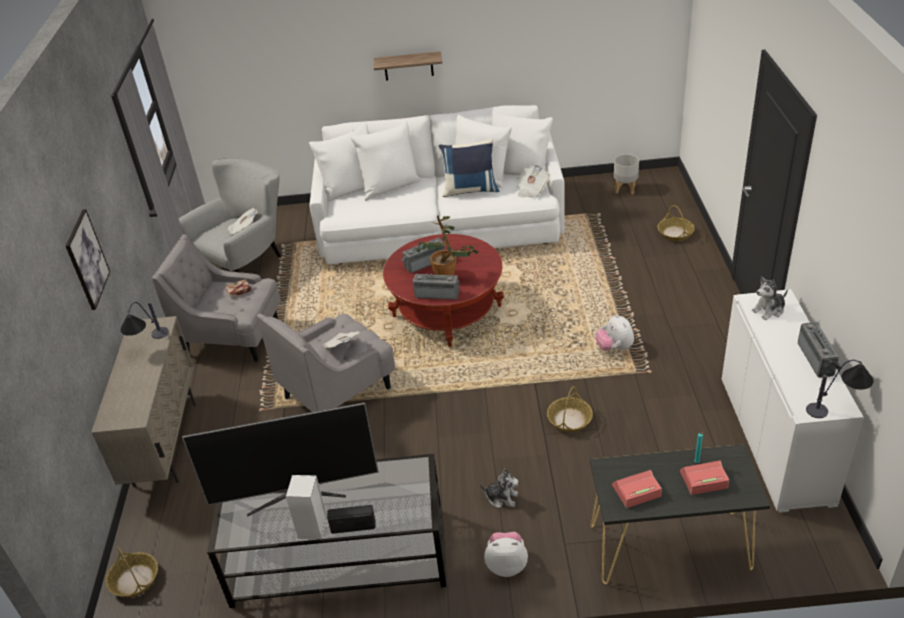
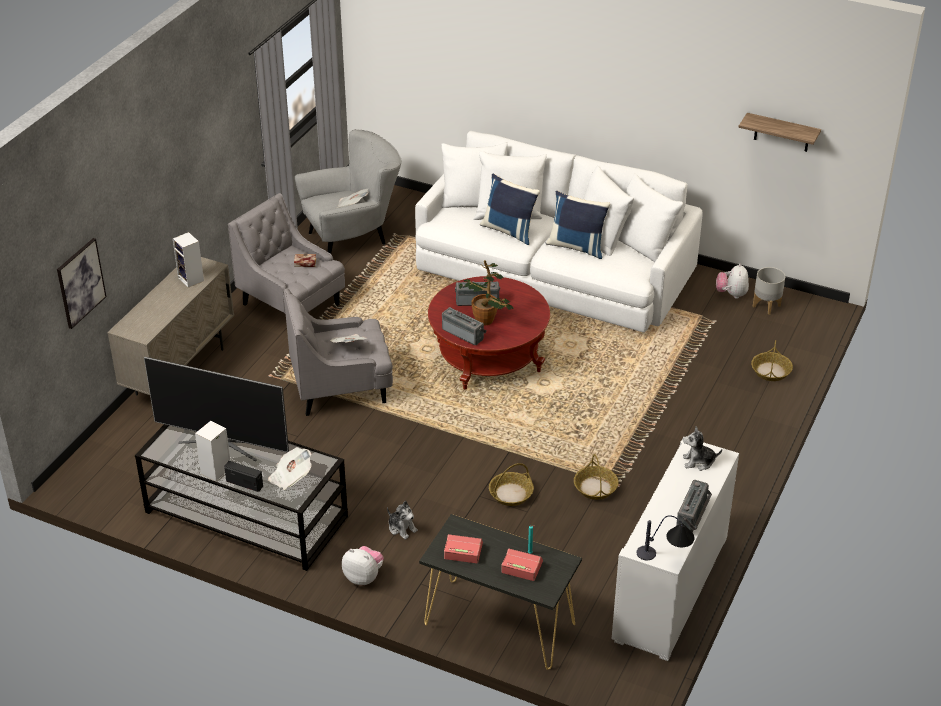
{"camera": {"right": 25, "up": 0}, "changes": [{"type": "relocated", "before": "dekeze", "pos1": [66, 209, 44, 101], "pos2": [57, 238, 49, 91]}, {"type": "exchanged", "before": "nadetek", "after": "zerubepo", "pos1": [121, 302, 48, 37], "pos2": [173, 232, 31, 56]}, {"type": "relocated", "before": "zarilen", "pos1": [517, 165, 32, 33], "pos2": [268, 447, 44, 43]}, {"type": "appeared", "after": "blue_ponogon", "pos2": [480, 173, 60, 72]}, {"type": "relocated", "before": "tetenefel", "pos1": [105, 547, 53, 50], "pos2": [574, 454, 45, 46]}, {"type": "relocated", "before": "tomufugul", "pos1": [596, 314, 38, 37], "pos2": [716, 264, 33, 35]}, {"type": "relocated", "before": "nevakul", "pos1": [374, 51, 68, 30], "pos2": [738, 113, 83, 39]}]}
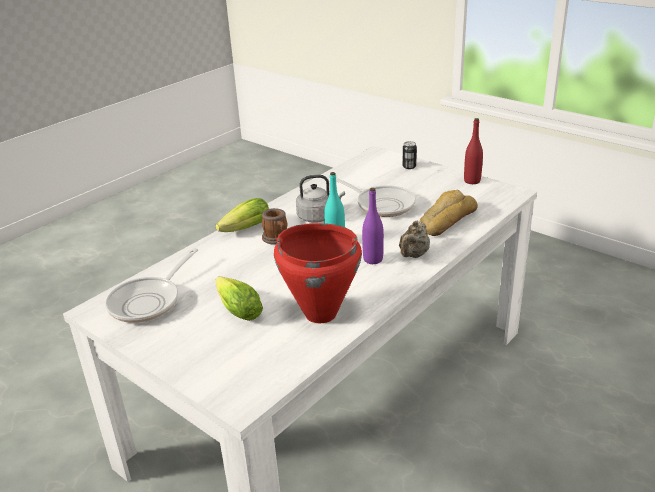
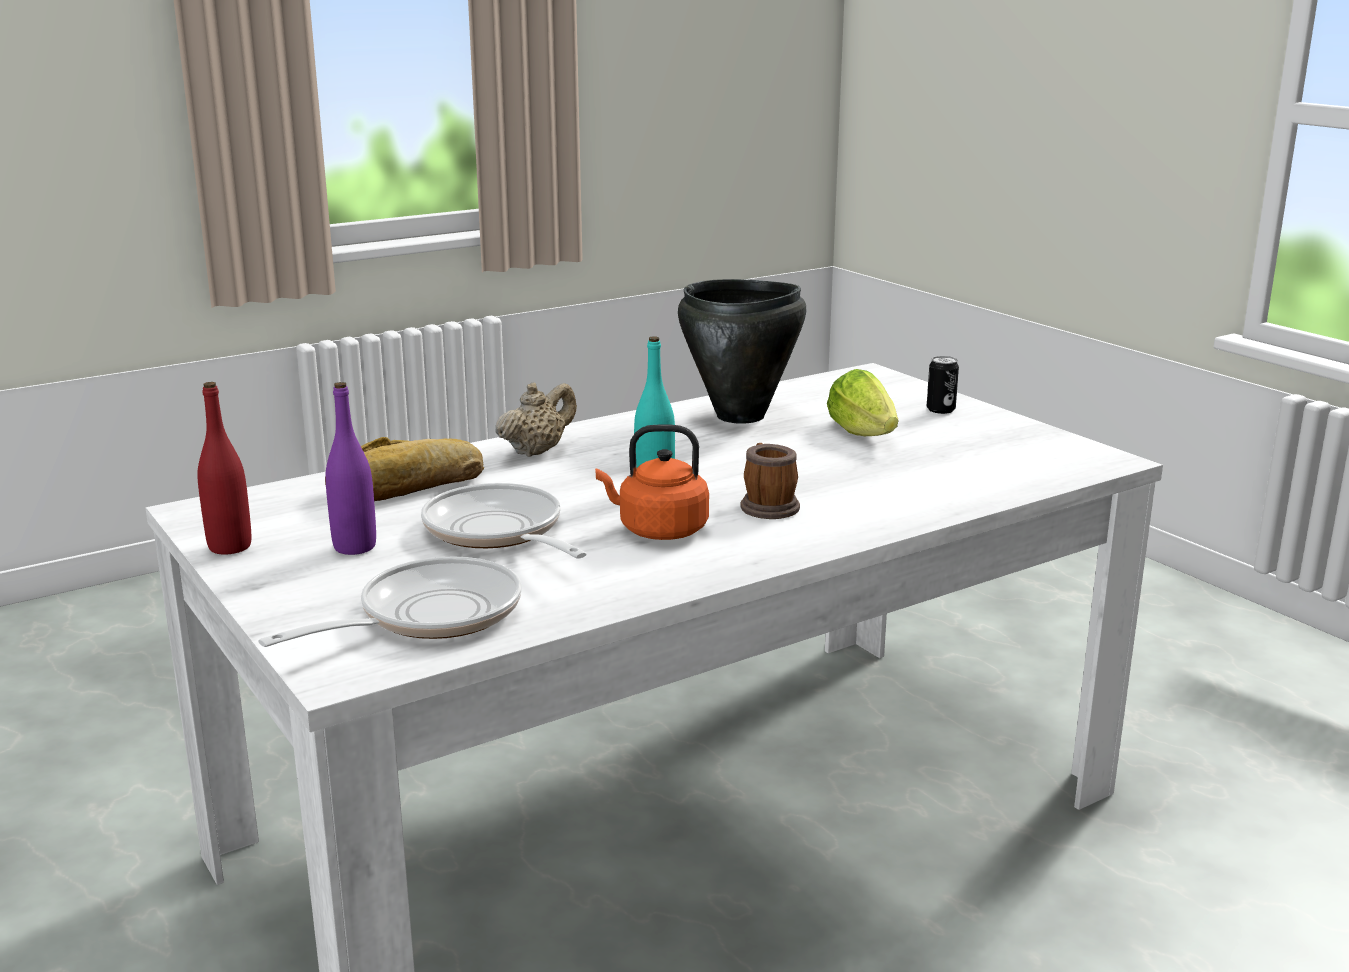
{"camera": {"right": -165, "up": -10}, "changes": [{"type": "relocated", "before": "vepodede", "pos1": [105, 248, 93, 75], "pos2": [258, 557, 263, 90]}, {"type": "relocated", "before": "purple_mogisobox", "pos1": [362, 188, 22, 76], "pos2": [325, 382, 51, 173]}, {"type": "colour", "before": "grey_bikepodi", "after": "orange_bikepodi", "pos1": [296, 175, 49, 48], "pos2": [595, 424, 114, 116]}, {"type": "colour", "before": "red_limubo", "after": "black_limubo", "pos1": [274, 223, 88, 100], "pos2": [678, 279, 129, 144]}, {"type": "relocated", "before": "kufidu", "pos1": [403, 141, 14, 28], "pos2": [927, 356, 32, 58]}, {"type": "missing", "before": "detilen", "pos1": [215, 198, 54, 34]}]}
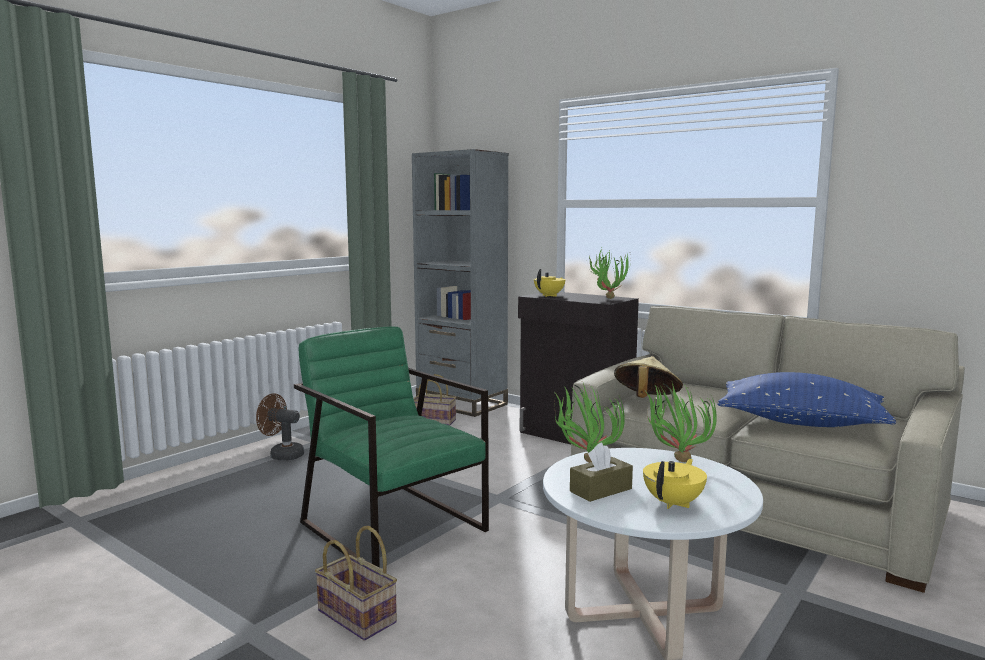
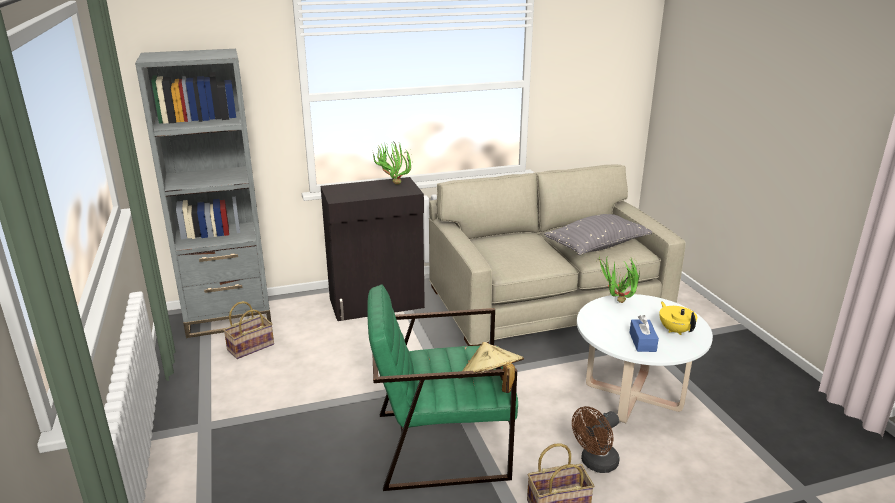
{"camera": {"right": -55, "up": 15}, "changes": [{"type": "relocated", "before": "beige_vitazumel", "pos1": [614, 356, 69, 42], "pos2": [459, 342, 65, 51]}, {"type": "colour", "before": "blue_ponogon", "after": "grey_ponogon", "pos1": [717, 372, 179, 55], "pos2": [544, 214, 108, 41]}, {"type": "relocated", "before": "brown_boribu", "pos1": [256, 393, 48, 67], "pos2": [572, 406, 48, 67]}, {"type": "colour", "before": "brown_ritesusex", "after": "blue_ritesusex", "pos1": [570, 442, 63, 60], "pos2": [629, 315, 30, 37]}, {"type": "missing", "before": "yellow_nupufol", "pos1": [534, 269, 31, 28]}, {"type": "missing", "before": "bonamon", "pos1": [554, 383, 71, 80]}]}
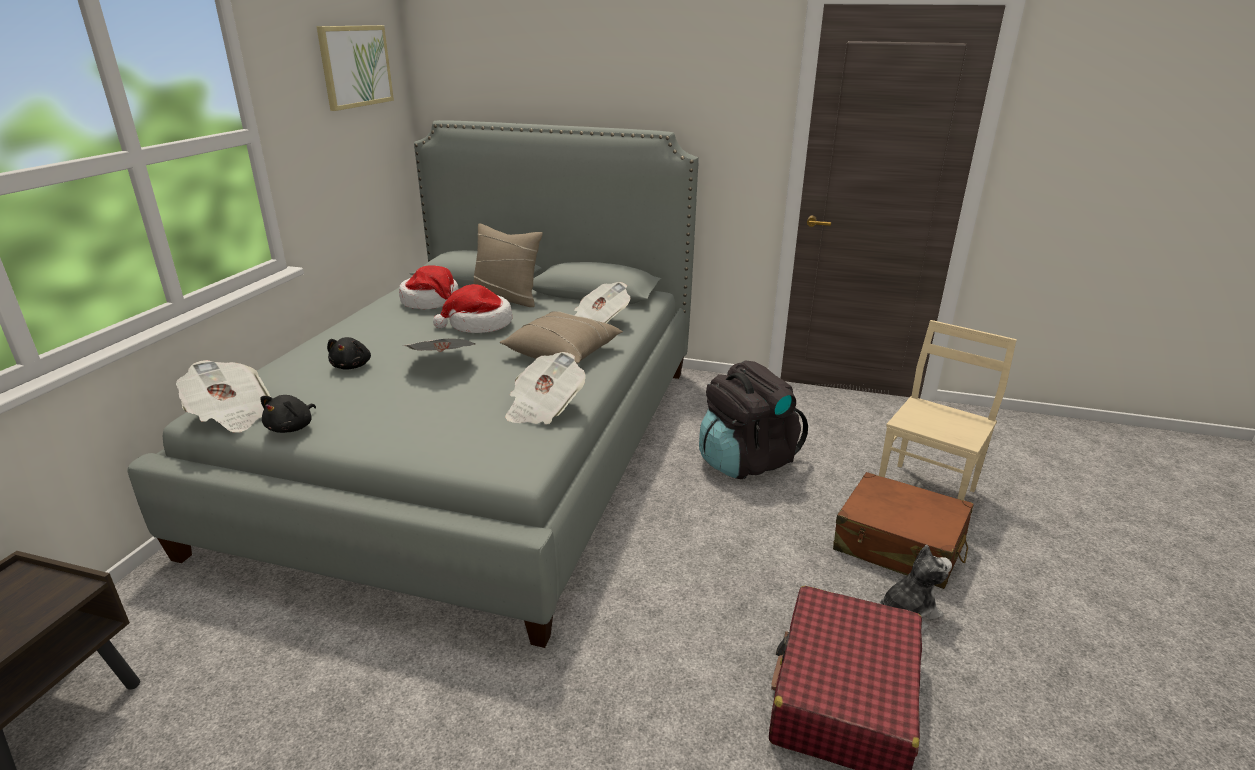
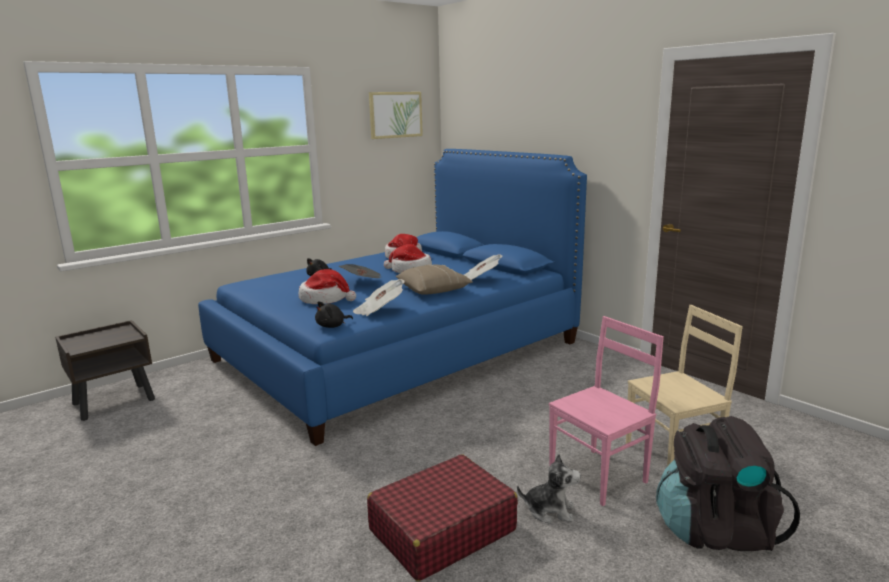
{"camera": {"right": 35, "up": -10}, "changes": [{"type": "colour", "before": "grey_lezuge", "after": "blue_lezuge", "pos1": [127, 120, 572, 528], "pos2": [198, 149, 389, 297]}, {"type": "appeared", "after": "vitazumel", "pos2": [299, 269, 57, 35]}, {"type": "relocated", "before": "black_tomufugul", "pos1": [261, 395, 55, 38], "pos2": [315, 302, 38, 26]}, {"type": "exchanged", "before": "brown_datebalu", "after": "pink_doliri", "pos1": [833, 472, 141, 117], "pos2": [549, 316, 115, 190]}, {"type": "relocated", "before": "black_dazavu", "pos1": [699, 360, 109, 119], "pos2": [656, 416, 144, 135]}, {"type": "missing", "before": "zarilen", "pos1": [176, 360, 95, 73]}, {"type": "missing", "before": "beige_ponogon", "pos1": [473, 223, 70, 84]}]}
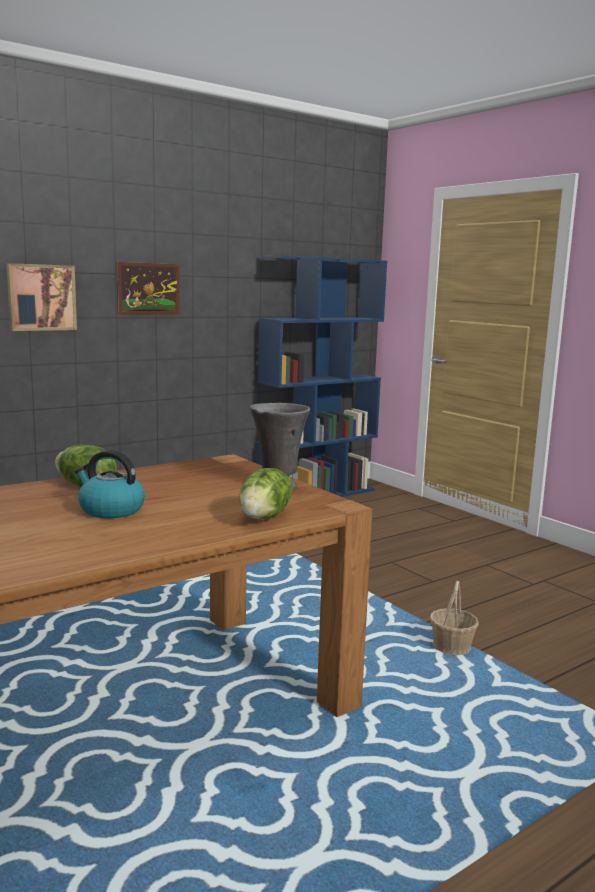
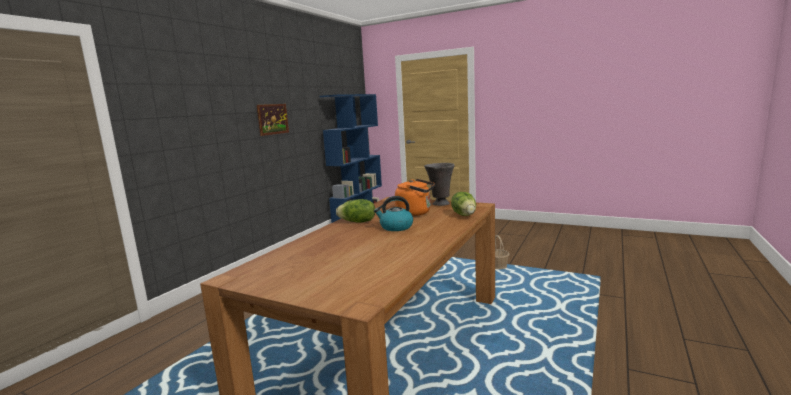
{"camera": {"right": -25, "up": 0}, "changes": [{"type": "appeared", "after": "orange_bikepodi", "pos2": [395, 179, 40, 37]}, {"type": "missing", "before": "dekeze", "pos1": [6, 263, 71, 68]}]}
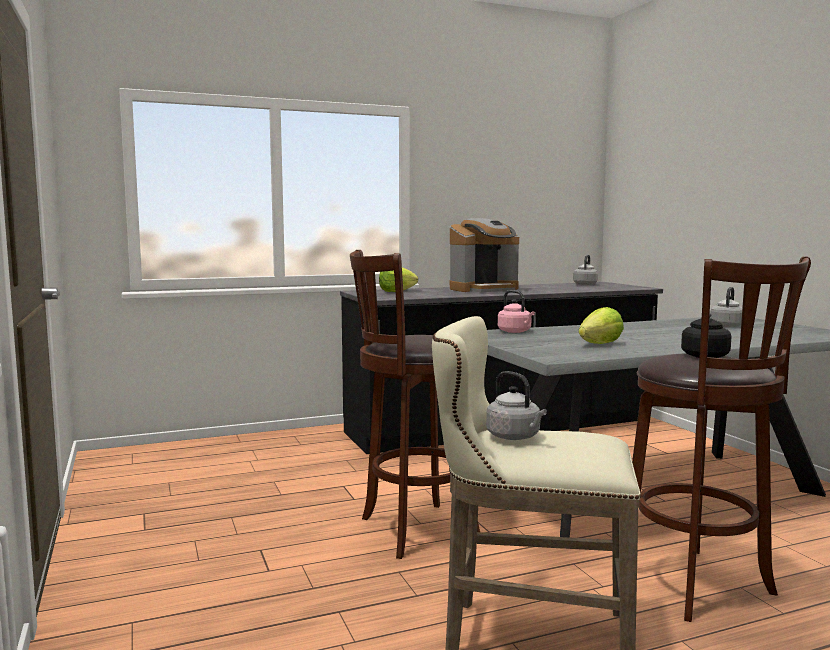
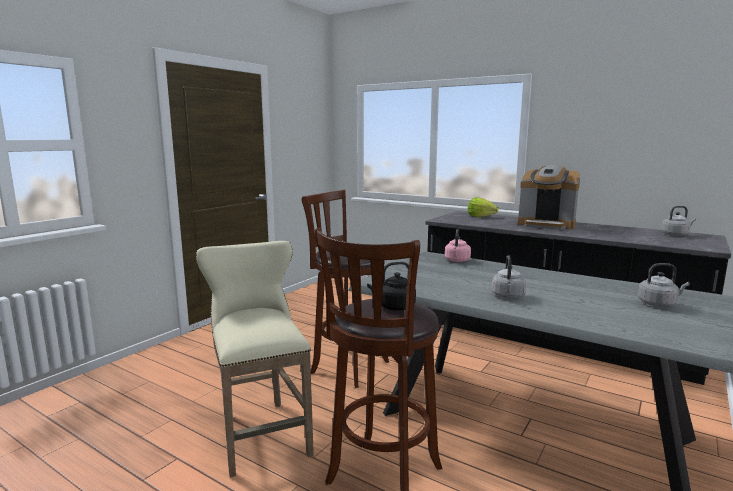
{"camera": {"right": 55, "up": 5}, "changes": [{"type": "relocated", "before": "grey_bikepodi", "pos1": [486, 371, 61, 69], "pos2": [492, 255, 34, 44]}, {"type": "missing", "before": "detilen", "pos1": [579, 307, 45, 37]}]}
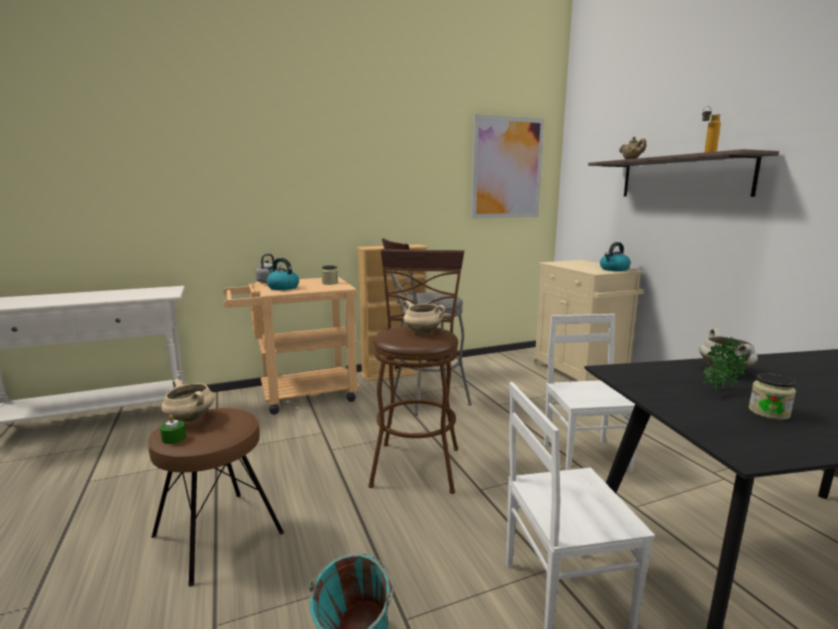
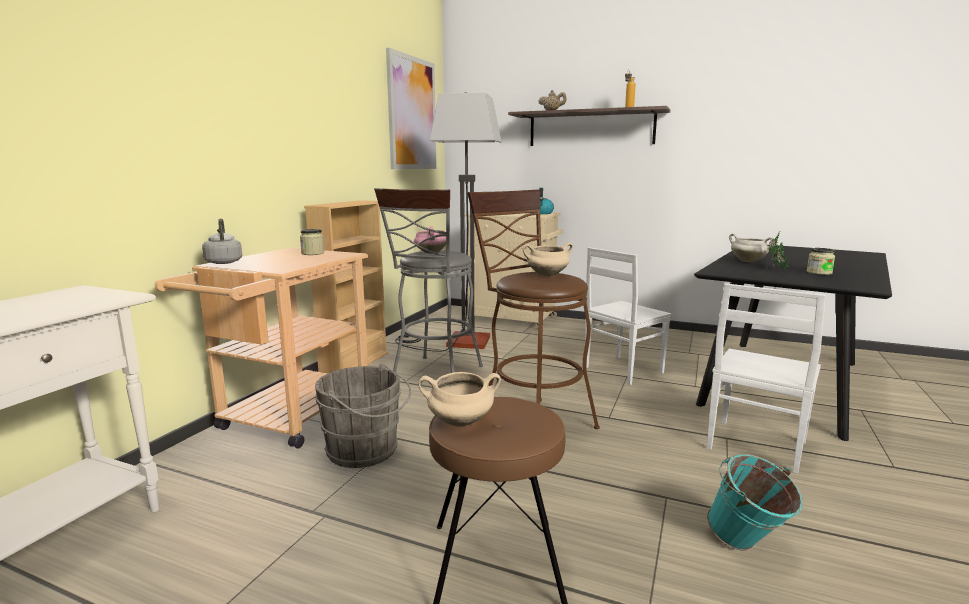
{"camera": {"right": -45, "up": 0}, "changes": [{"type": "appeared", "after": "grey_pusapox", "pos2": [315, 363, 96, 105]}, {"type": "appeared", "after": "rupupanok", "pos2": [395, 92, 107, 260]}, {"type": "appeared", "after": "pink_limubo", "pos2": [414, 226, 32, 28]}, {"type": "spun", "before": "white_doliri", "pos1": [544, 314, 93, 158], "pos2": [585, 247, 86, 138], "turn": -75}, {"type": "missing", "before": "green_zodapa", "pos1": [160, 415, 26, 29]}, {"type": "missing", "before": "bikepodi", "pos1": [267, 258, 32, 32]}]}
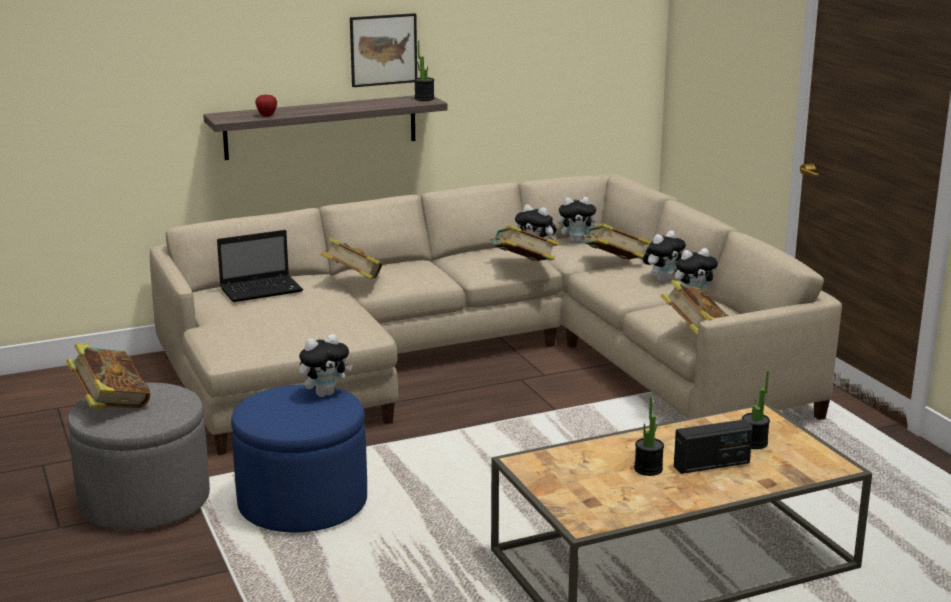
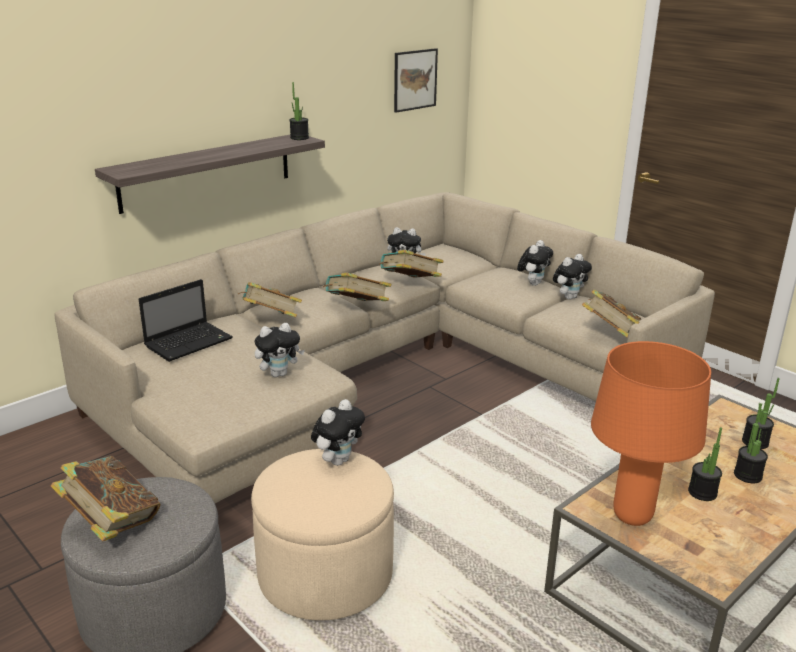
{"camera": {"right": -20, "up": 5}, "changes": [{"type": "colour", "before": "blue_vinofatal", "after": "beige_vinofatal", "pos1": [231, 384, 136, 148], "pos2": [251, 449, 143, 172]}, {"type": "relocated", "before": "tomufugul", "pos1": [558, 197, 42, 46], "pos2": [255, 323, 50, 54]}, {"type": "relocated", "before": "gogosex", "pos1": [582, 223, 69, 36], "pos2": [323, 273, 68, 28]}, {"type": "relocated", "before": "dekeze", "pos1": [350, 13, 67, 74], "pos2": [394, 48, 44, 65]}, {"type": "appeared", "after": "orange_nadetek", "pos2": [591, 341, 120, 185]}, {"type": "exchanged", "before": "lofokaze", "after": "bonamon", "pos1": [674, 419, 79, 55], "pos2": [734, 403, 34, 80]}, {"type": "missing", "before": "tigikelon", "pos1": [255, 95, 22, 22]}]}
